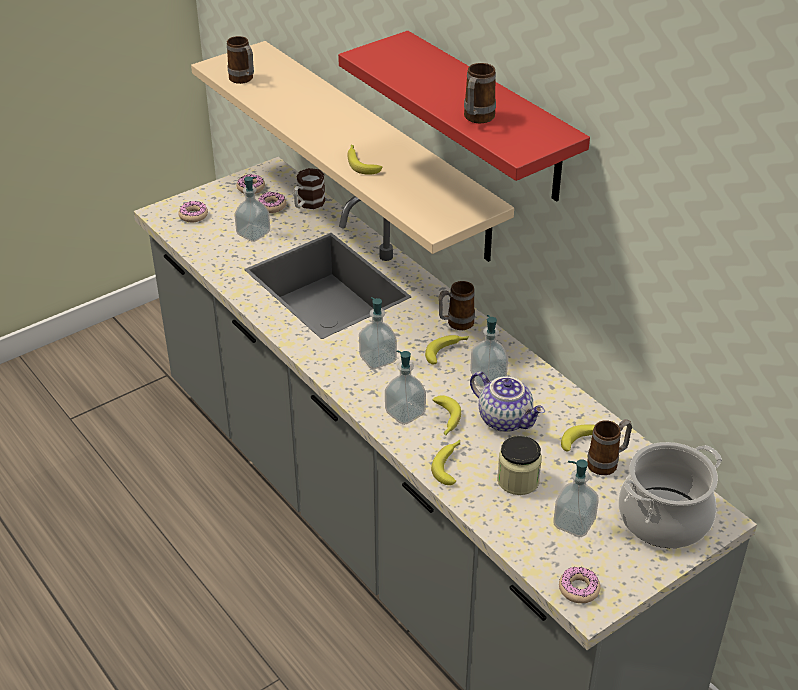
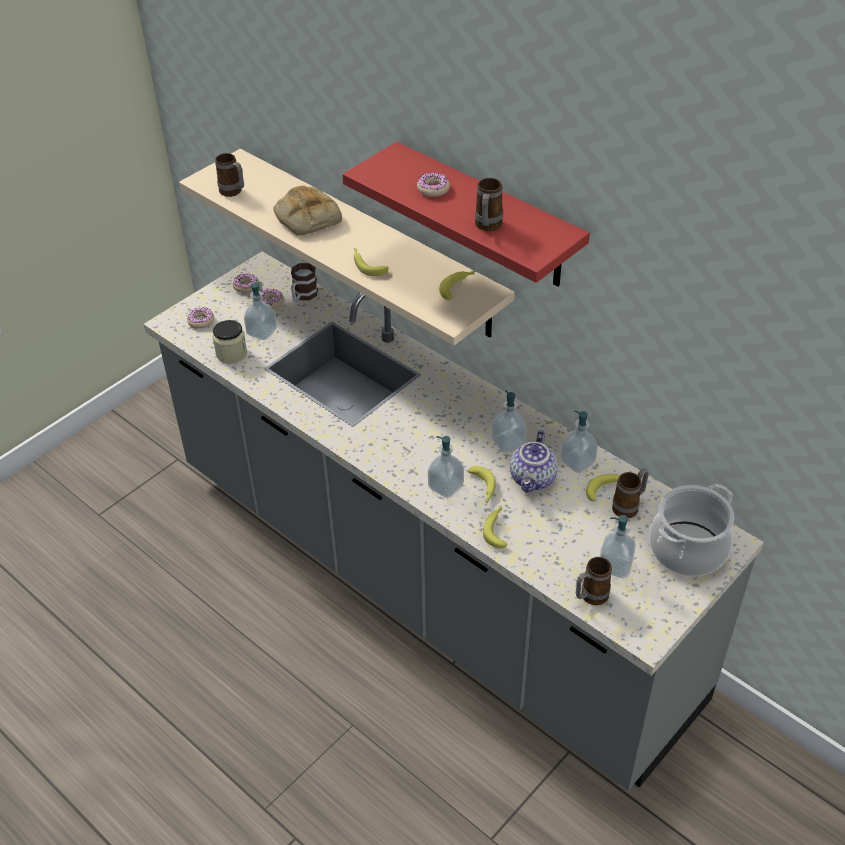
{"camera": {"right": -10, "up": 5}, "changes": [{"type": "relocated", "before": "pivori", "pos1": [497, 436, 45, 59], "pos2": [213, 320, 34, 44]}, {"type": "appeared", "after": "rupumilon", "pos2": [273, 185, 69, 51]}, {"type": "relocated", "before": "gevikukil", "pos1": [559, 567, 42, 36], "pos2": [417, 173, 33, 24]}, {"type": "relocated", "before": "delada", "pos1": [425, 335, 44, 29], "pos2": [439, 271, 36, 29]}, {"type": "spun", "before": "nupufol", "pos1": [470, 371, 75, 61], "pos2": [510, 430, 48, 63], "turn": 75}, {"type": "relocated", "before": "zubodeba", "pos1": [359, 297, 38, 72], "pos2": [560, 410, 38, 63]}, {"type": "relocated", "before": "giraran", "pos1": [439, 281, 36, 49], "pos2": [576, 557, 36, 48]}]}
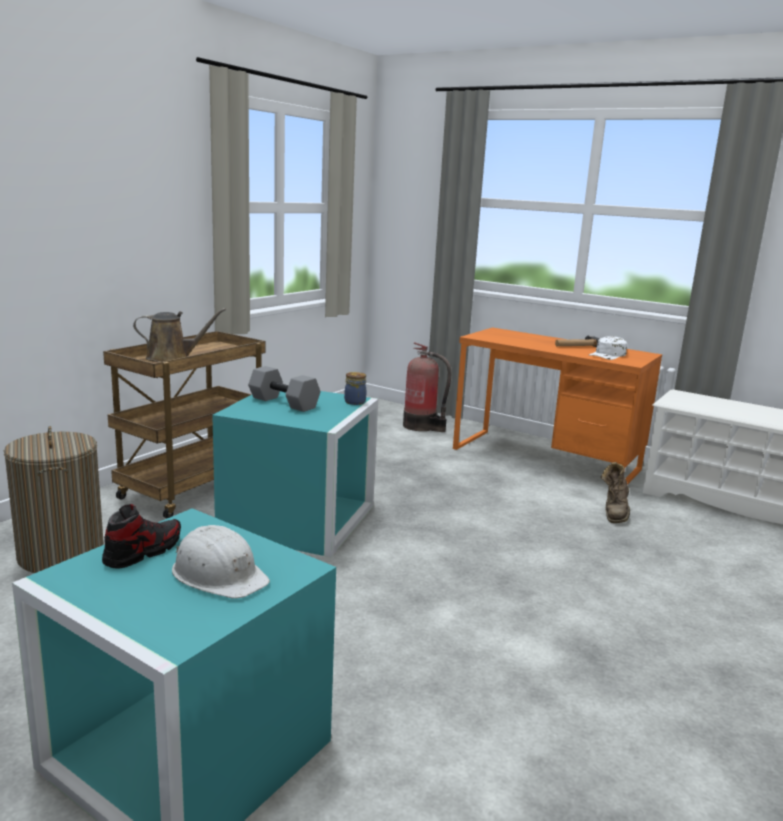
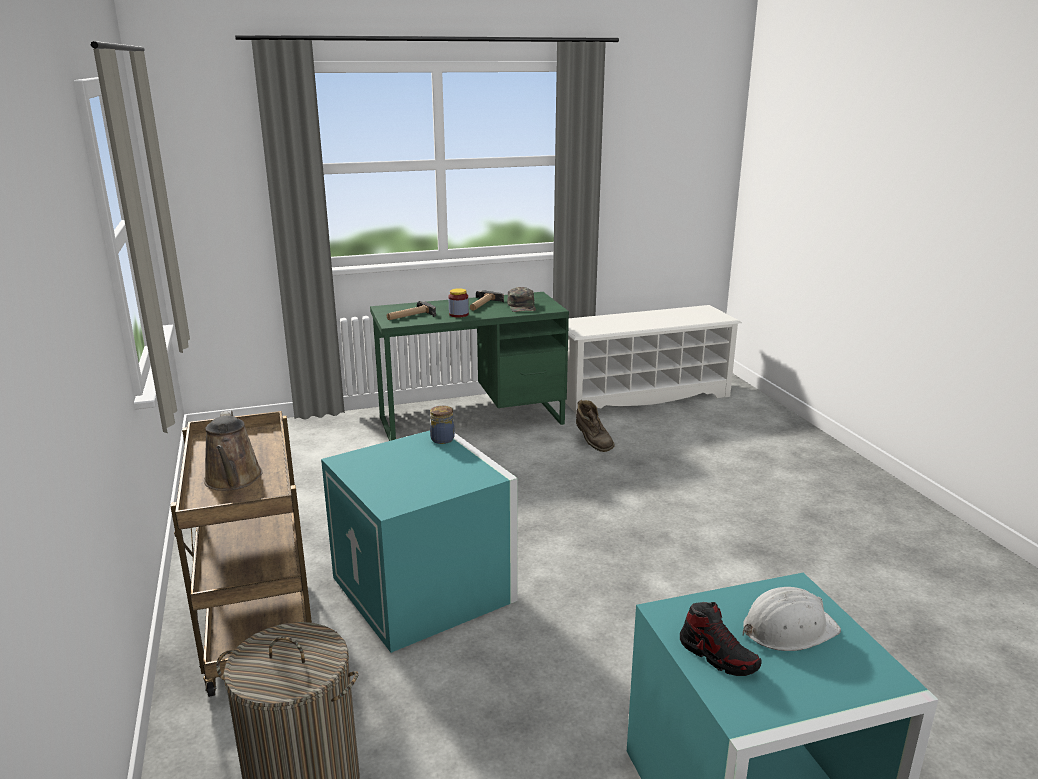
{"camera": {"right": -50, "up": 5}, "changes": [{"type": "spun", "before": "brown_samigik", "pos1": [133, 308, 93, 54], "pos2": [204, 410, 59, 81], "turn": 135}, {"type": "colour", "before": "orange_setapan", "after": "green_setapan", "pos1": [453, 327, 209, 158], "pos2": [370, 292, 199, 149]}, {"type": "appeared", "after": "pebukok", "pos2": [387, 301, 49, 19]}, {"type": "appeared", "after": "pivori", "pos2": [448, 288, 21, 30]}, {"type": "colour", "before": "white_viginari", "after": "green_viginari", "pos1": [589, 336, 38, 24], "pos2": [507, 287, 29, 25]}, {"type": "spun", "before": "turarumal", "pos1": [102, 504, 79, 65], "pos2": [680, 602, 81, 74], "turn": 150}, {"type": "missing", "before": "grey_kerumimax", "pos1": [248, 366, 73, 46]}, {"type": "missing", "before": "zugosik", "pos1": [403, 342, 49, 90]}]}
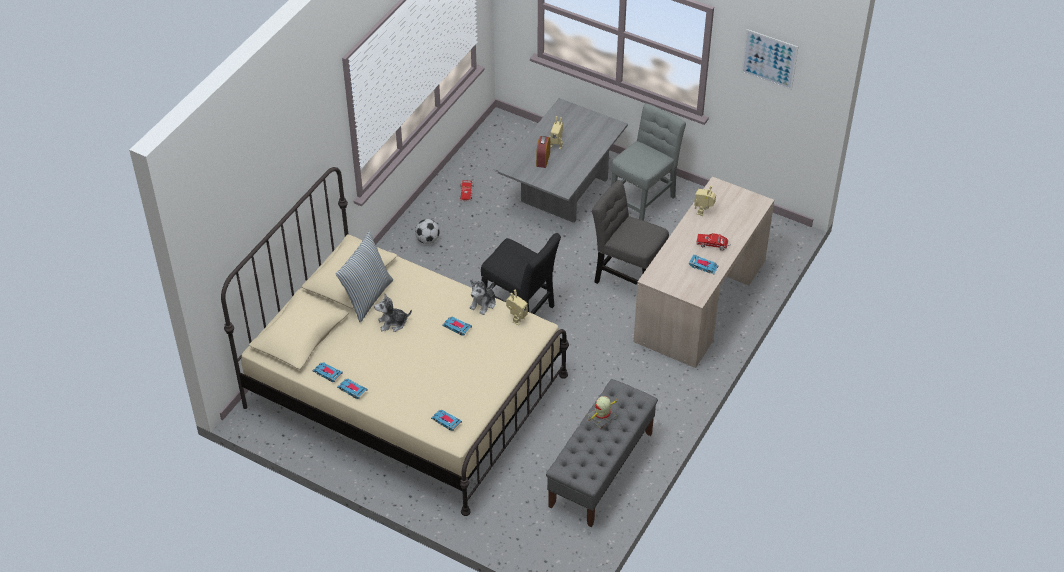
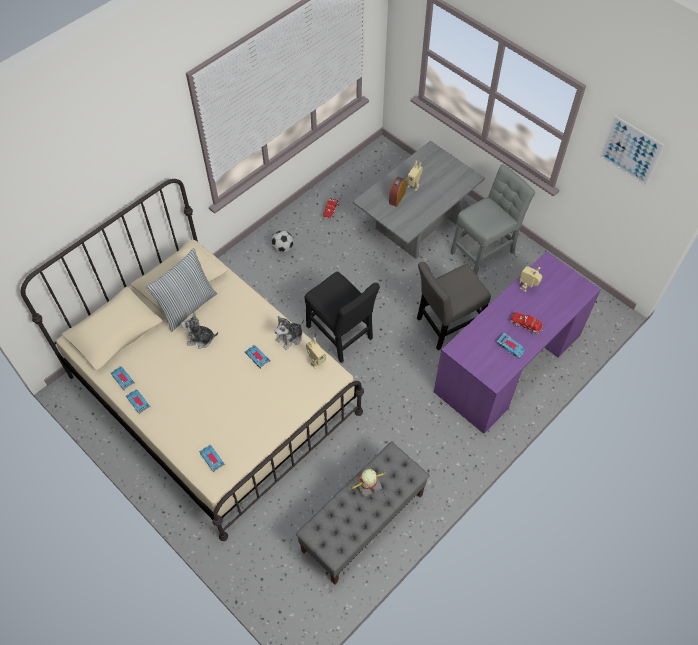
{"camera": {"right": 15, "up": 10}, "changes": [{"type": "spun", "before": "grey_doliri", "pos1": [592, 180, 77, 105], "pos2": [417, 262, 74, 88], "turn": -75}, {"type": "colour", "before": "beige_setapan", "after": "purple_setapan", "pos1": [633, 176, 141, 192], "pos2": [434, 251, 167, 183]}]}
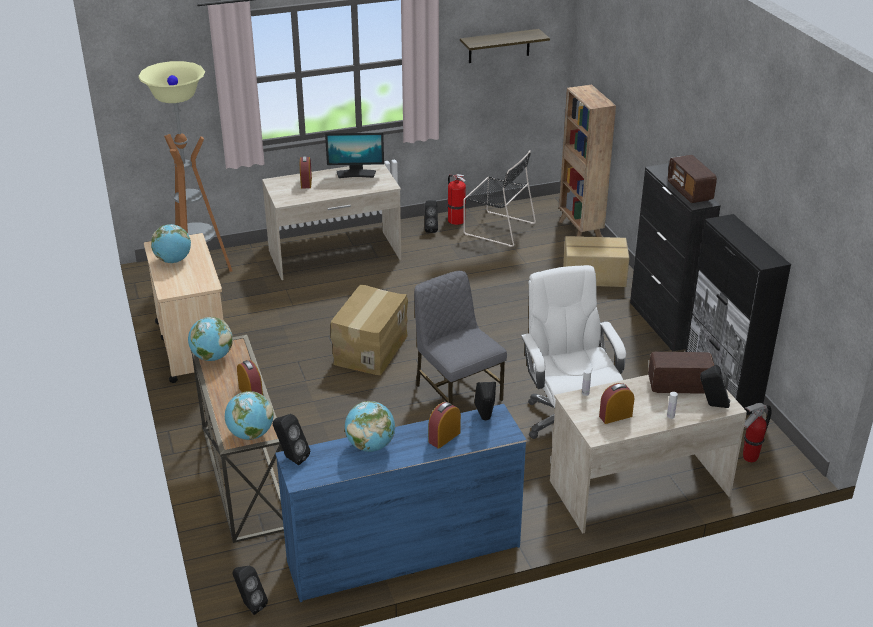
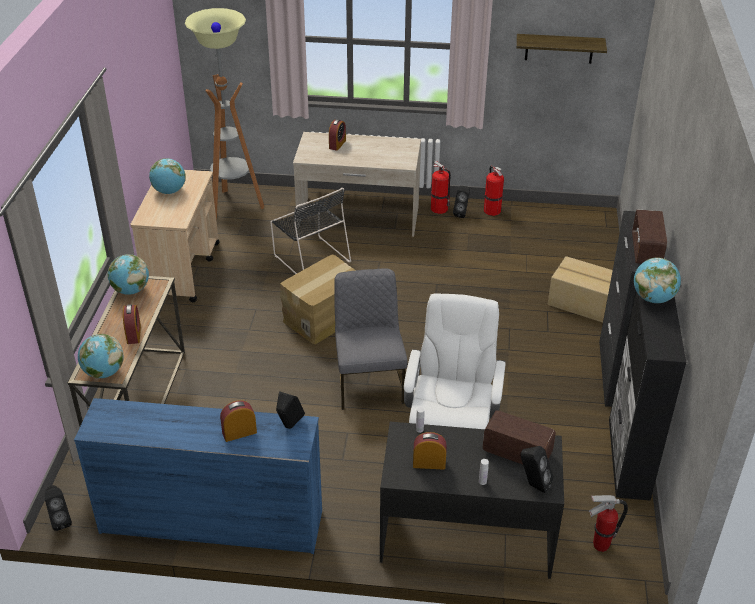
{"camera": {"right": 25, "up": 5}, "changes": [{"type": "relocated", "before": "black_doliri", "pos1": [463, 150, 73, 97], "pos2": [270, 188, 81, 86]}, {"type": "colour", "before": "beige_setapan", "after": "black_setapan", "pos1": [550, 375, 197, 158], "pos2": [380, 422, 184, 157]}, {"type": "appeared", "after": "zugosik", "pos2": [431, 161, 20, 53]}, {"type": "relocated", "before": "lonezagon", "pos1": [345, 401, 50, 51], "pos2": [634, 257, 47, 46]}, {"type": "missing", "before": "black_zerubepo", "pos1": [273, 414, 37, 51]}, {"type": "missing", "before": "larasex", "pos1": [325, 133, 59, 45]}, {"type": "missing", "before": "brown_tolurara", "pos1": [559, 85, 57, 152]}]}
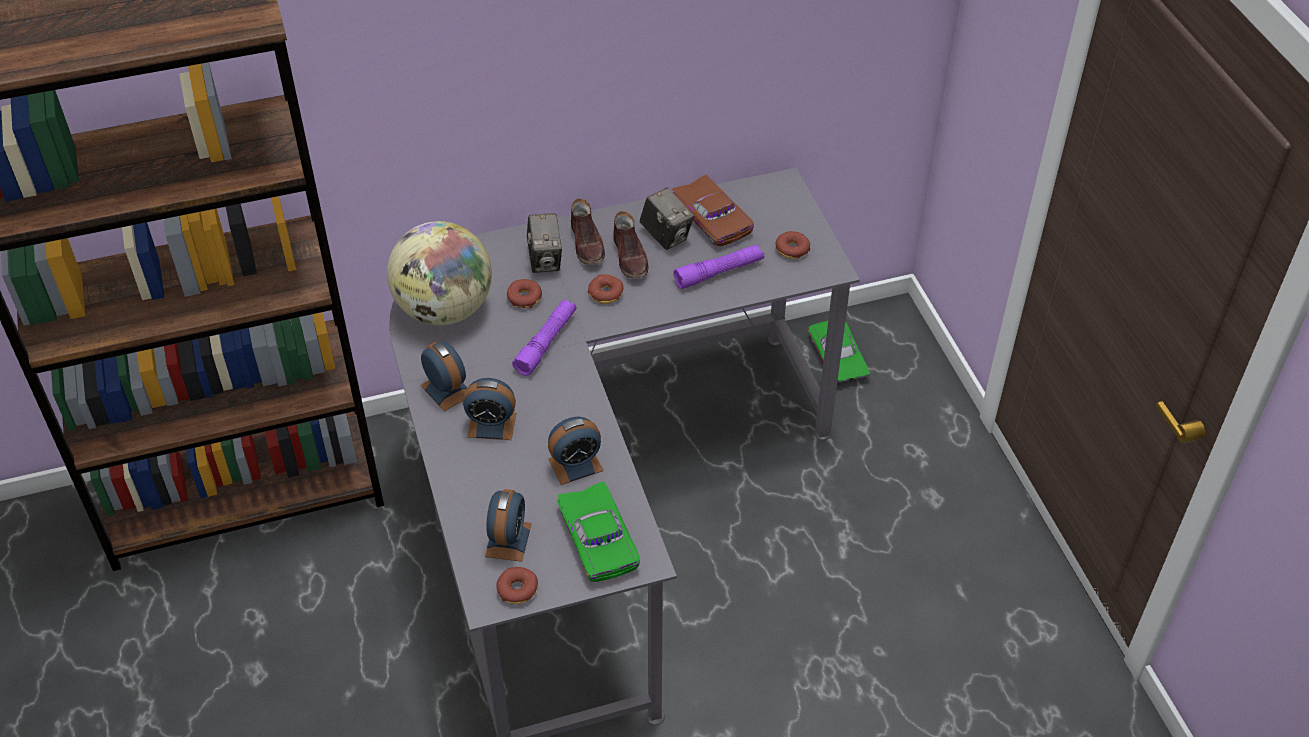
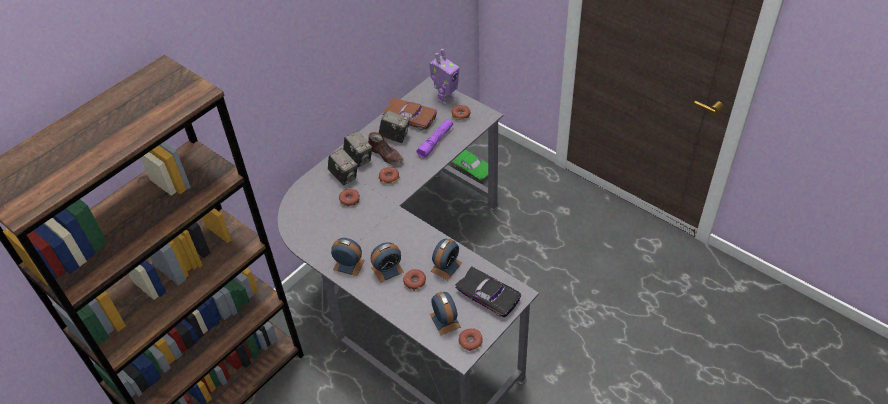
{"camera": {"right": -30, "up": 0}, "changes": [{"type": "exchanged", "before": "brown_turarumal", "after": "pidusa", "pos1": [571, 199, 34, 66], "pos2": [343, 131, 29, 36]}, {"type": "appeared", "after": "gevikukil", "pos2": [403, 269, 23, 22]}, {"type": "appeared", "after": "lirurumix", "pos2": [429, 49, 30, 56]}, {"type": "colour", "before": "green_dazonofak", "after": "black_dazonofak", "pos1": [557, 481, 83, 101], "pos2": [455, 266, 66, 51]}, {"type": "missing", "before": "lonezagon", "pos1": [387, 221, 105, 104]}, {"type": "missing", "before": "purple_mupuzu", "pos1": [512, 299, 64, 77]}]}
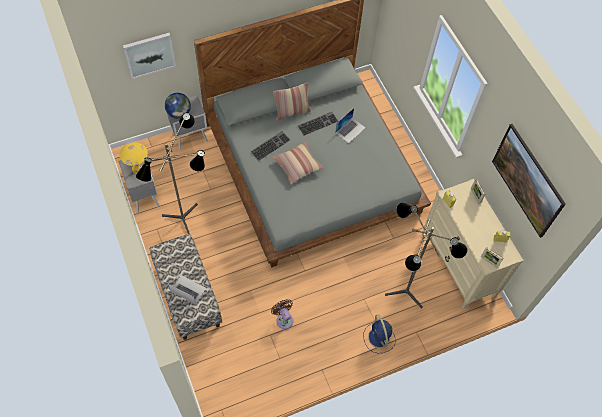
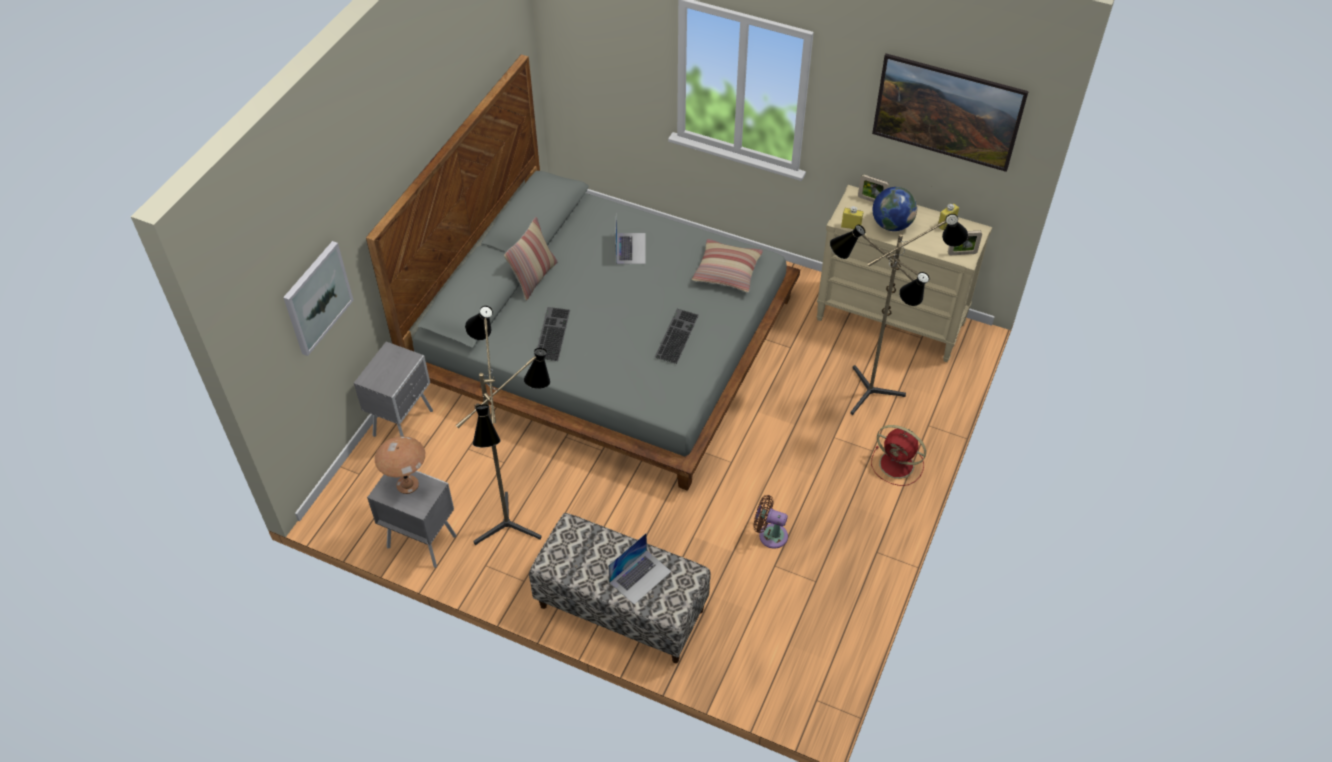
{"camera": {"right": -40, "up": -10}, "changes": [{"type": "colour", "before": "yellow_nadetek", "after": "brown_nadetek", "pos1": [120, 142, 28, 32], "pos2": [375, 436, 50, 58]}, {"type": "spun", "before": "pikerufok", "pos1": [168, 275, 38, 29], "pos2": [608, 533, 64, 72], "turn": 150}, {"type": "relocated", "before": "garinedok", "pos1": [298, 112, 40, 24], "pos2": [655, 309, 44, 55]}, {"type": "relocated", "before": "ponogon", "pos1": [273, 142, 50, 42], "pos2": [692, 239, 71, 54]}, {"type": "colour", "before": "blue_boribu", "after": "red_boribu", "pos1": [364, 314, 32, 39], "pos2": [871, 425, 55, 61]}, {"type": "relocated", "before": "lonezagon", "pos1": [165, 93, 26, 26], "pos2": [872, 187, 45, 44]}]}
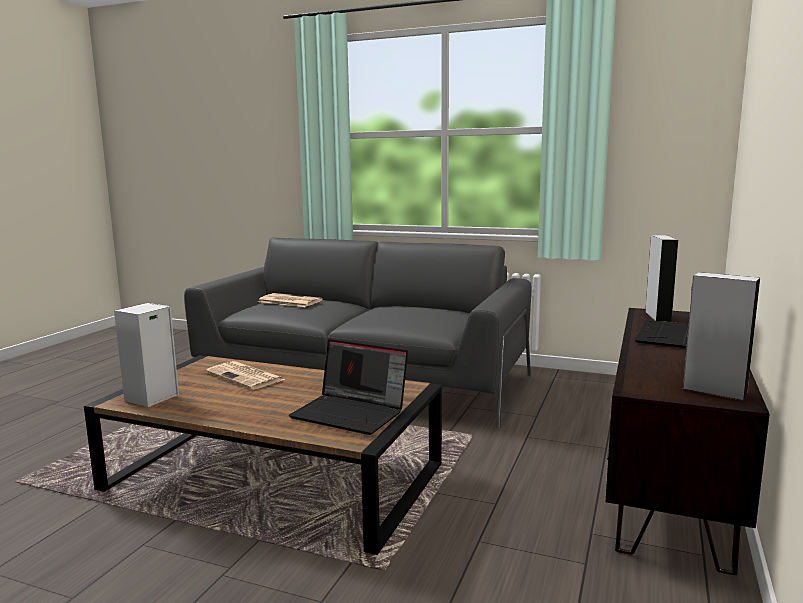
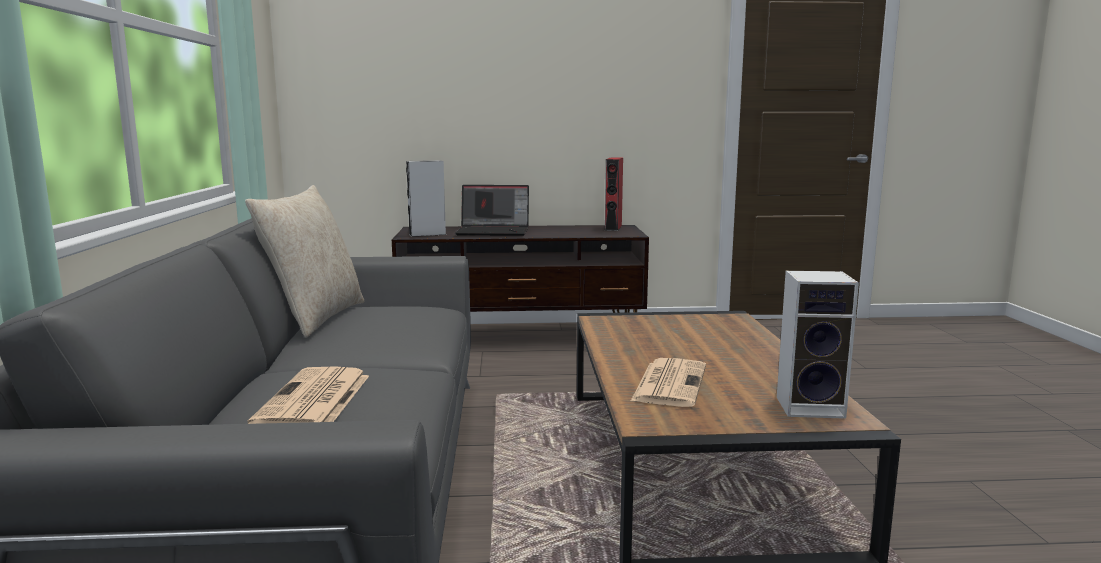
{"camera": {"right": -115, "up": 0}, "changes": [{"type": "appeared", "after": "beige_ponogon", "pos2": [245, 185, 120, 152]}, {"type": "colour", "before": "grey_zerubepo", "after": "red_zerubepo", "pos1": [682, 272, 78, 129], "pos2": [604, 157, 19, 74]}, {"type": "missing", "before": "pikerufok", "pos1": [289, 339, 119, 96]}]}
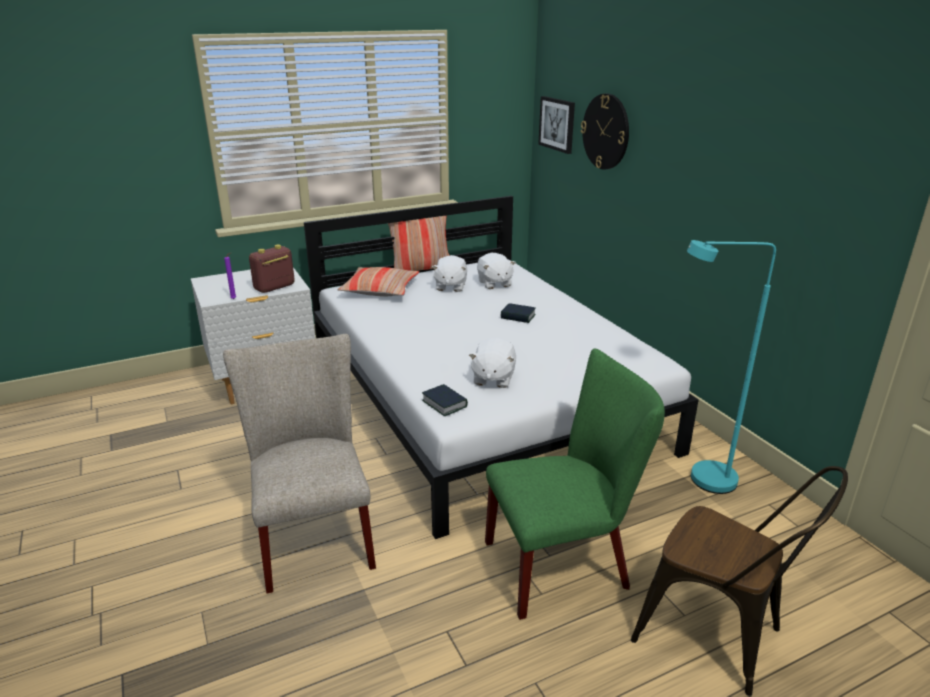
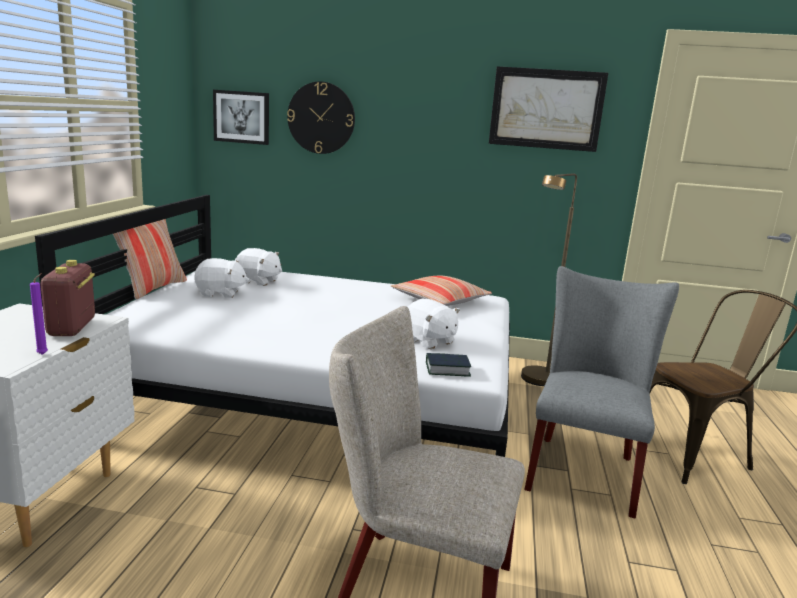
{"camera": {"right": -55, "up": -10}, "changes": [{"type": "spun", "before": "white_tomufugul", "pos1": [432, 255, 35, 37], "pos2": [194, 258, 55, 40], "turn": -45}, {"type": "relocated", "before": "ponogon", "pos1": [338, 267, 81, 29], "pos2": [391, 276, 101, 30]}, {"type": "appeared", "after": "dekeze", "pos2": [489, 66, 119, 86]}, {"type": "colour", "before": "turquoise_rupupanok", "after": "brown_rupupanok", "pos1": [687, 240, 89, 254], "pos2": [521, 174, 56, 212]}, {"type": "colour", "before": "green_doliri", "after": "grey_doliri", "pos1": [485, 349, 180, 271], "pos2": [524, 266, 155, 253]}, {"type": "missing", "before": "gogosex", "pos1": [501, 303, 35, 20]}]}
